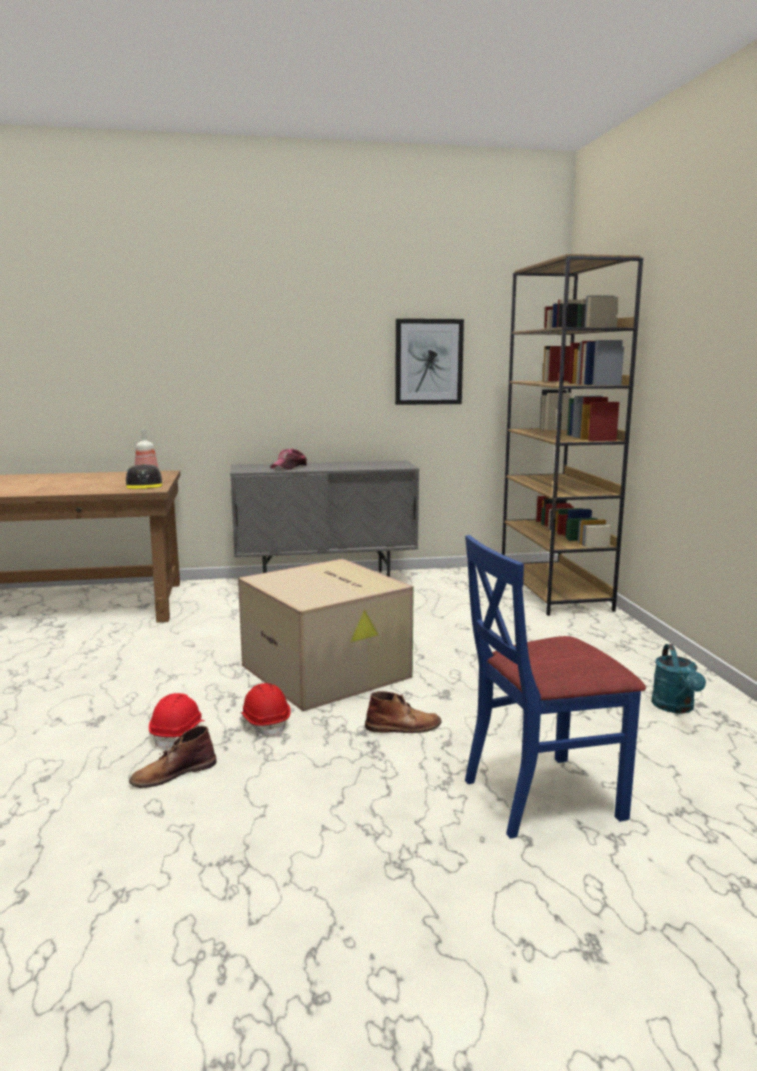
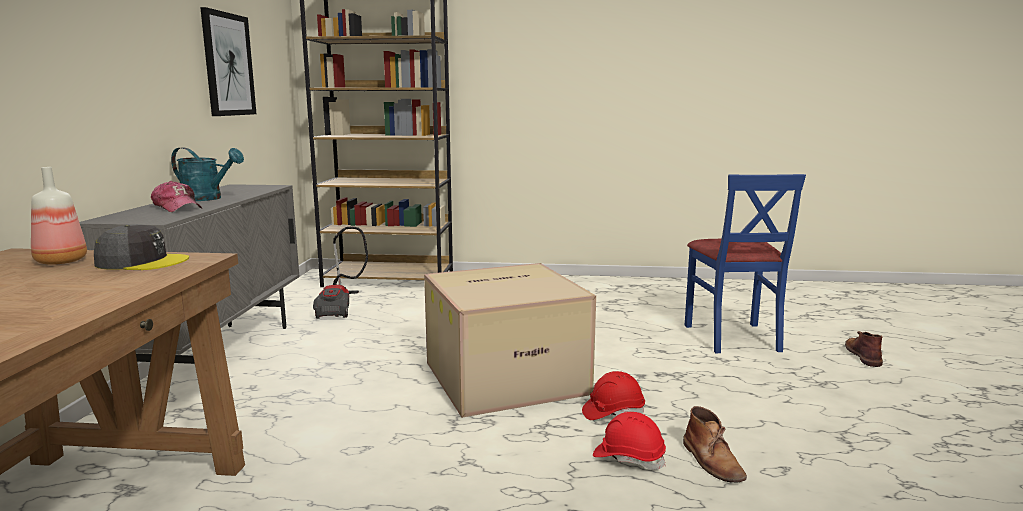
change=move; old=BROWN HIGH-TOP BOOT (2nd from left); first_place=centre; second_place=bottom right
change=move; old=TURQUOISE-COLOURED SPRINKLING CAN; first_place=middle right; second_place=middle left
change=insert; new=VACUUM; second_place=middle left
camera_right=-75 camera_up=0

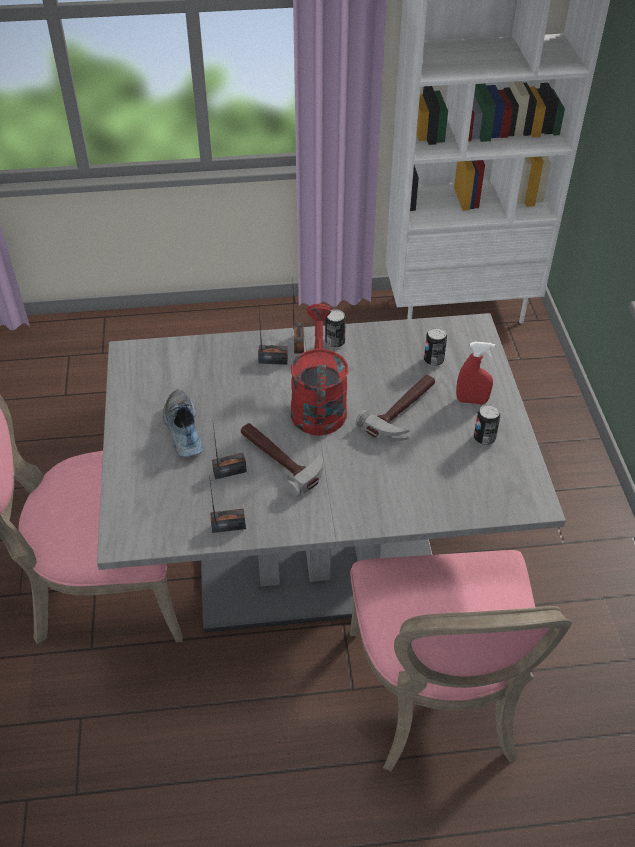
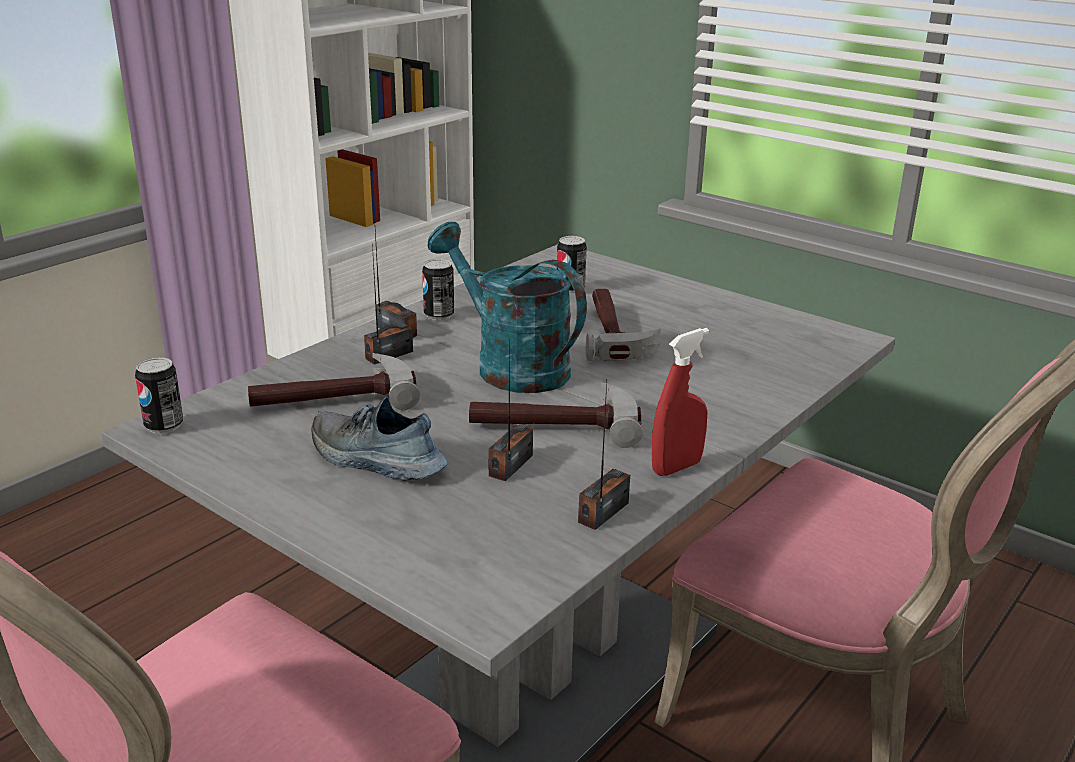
change=recolor; old=RED SPRINKLING CAN; new=TURQUOISE-COLOURED SPRINKLING CAN; first_place=centre; second_place=centre
change=move; old=RED SPRAY BOTTLE; first_place=middle right; second_place=centre
change=move; old=METAL CAN (3rd from left in the first image); new=METAL CAN (1st from left); first_place=middle right; second_place=middle left
change=insert; new=TOOL HAMMER (1st from left); second_place=middle left
camera_right=-45 camera_up=-20

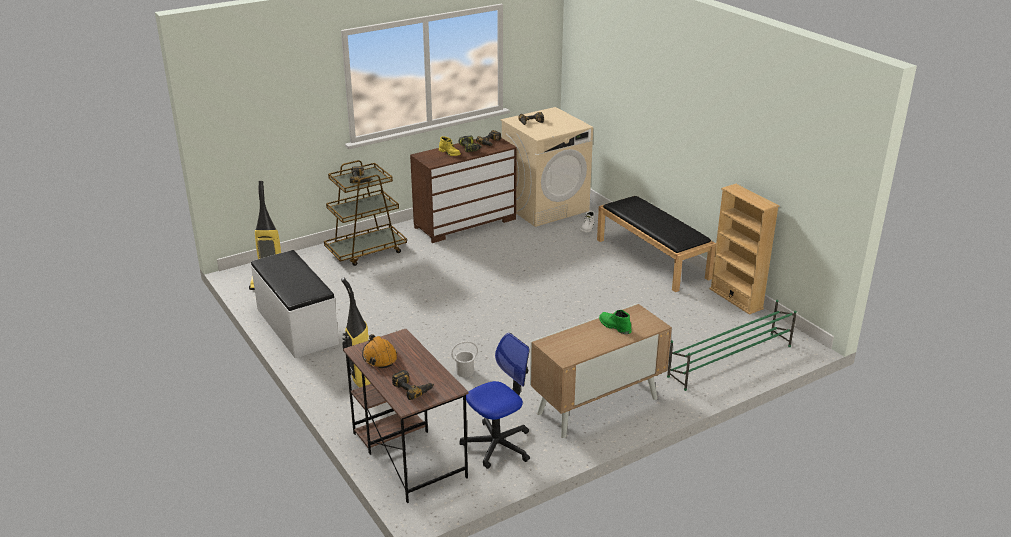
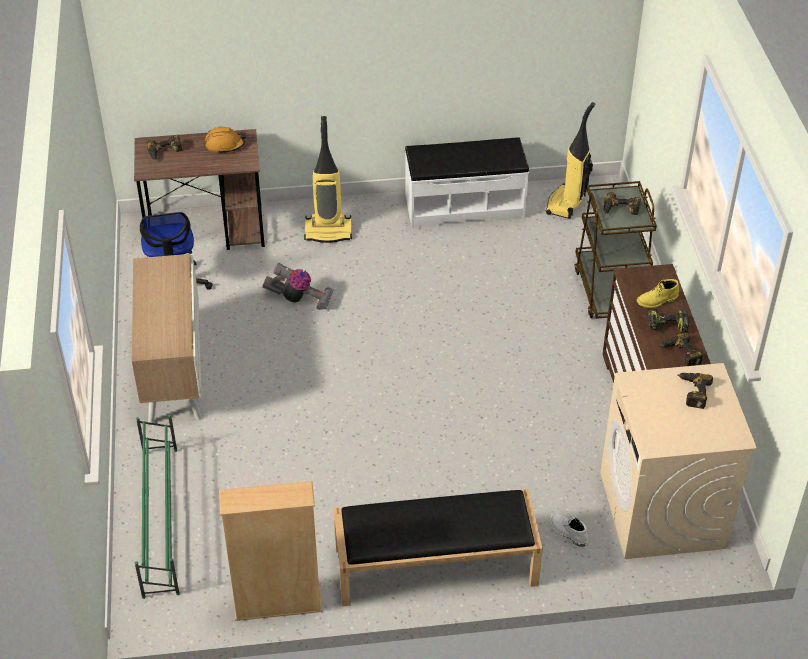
change=replace; old=WHITISH PAIL; new=VACUUM (1st from left); first_place=bottom centre; second_place=centre
change=delete; old=GREEN-COLOURED HIGH-TOP BOOT; first_place=centre
camera_right=115 camera_up=15

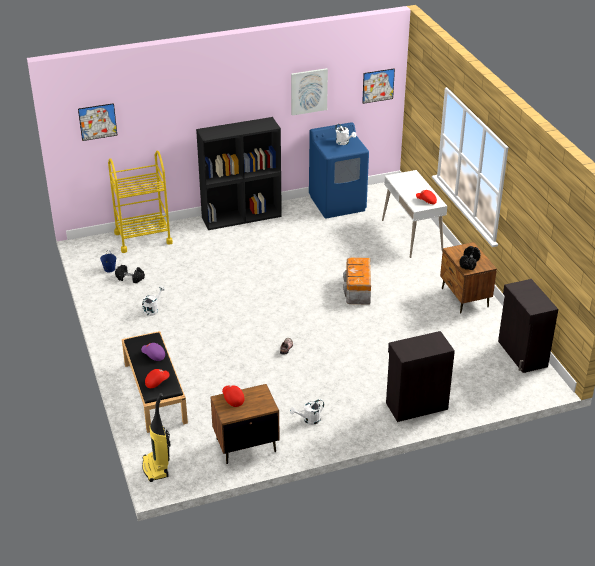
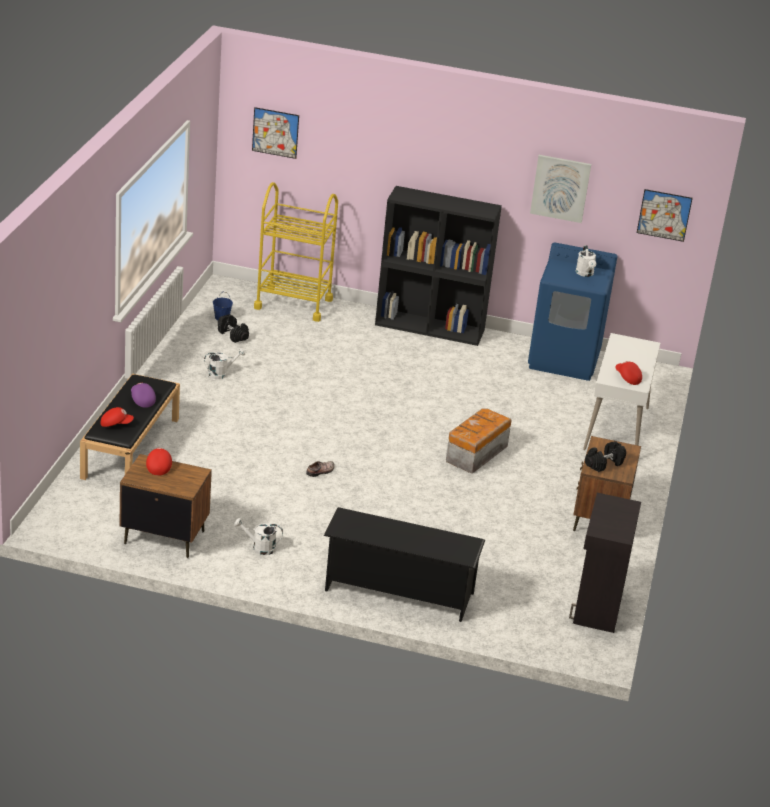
change=delete; old=VACUUM; first_place=bottom left
change=replace; old=BLACK CABINET (1st from left); new=BLACK SHOE STAND; first_place=middle right; second_place=bottom centre
camera_right=30 camera_up=-5

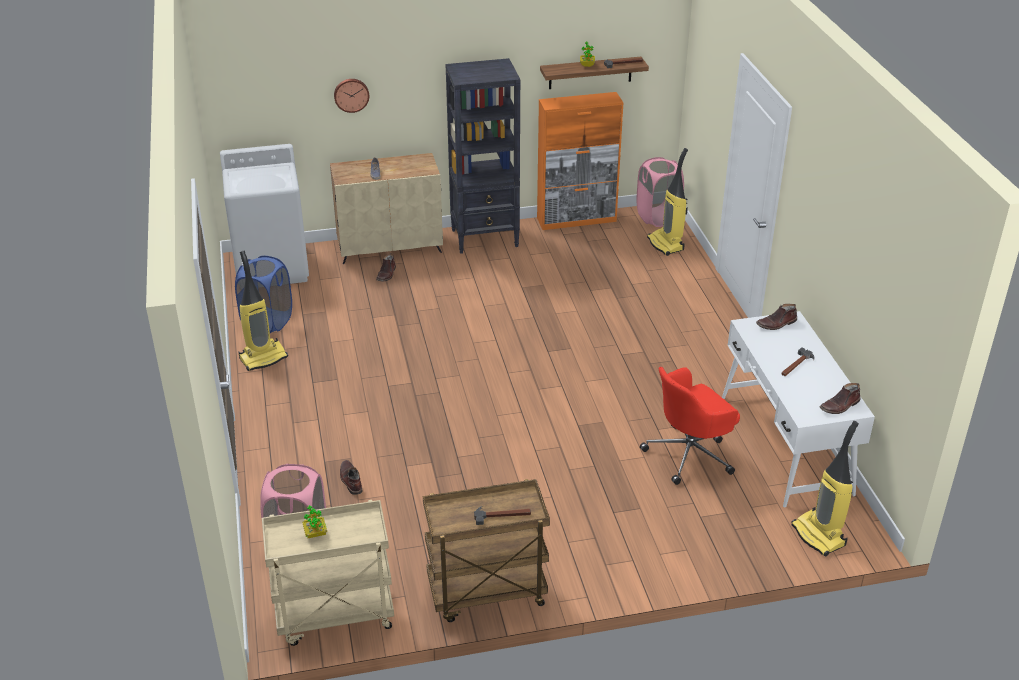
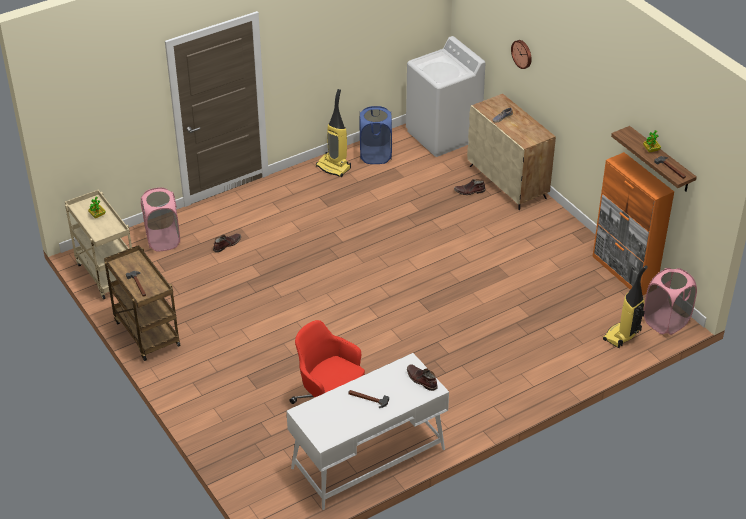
change=delete; old=BLACK BOOKSHELF; first_place=top centre
change=delete; old=VACUUM (3rd from left); first_place=bottom right
change=delete; old=BROWN HIGH-TOP BOOT (4th from left); first_place=middle right
camera_right=70 camera_up=5

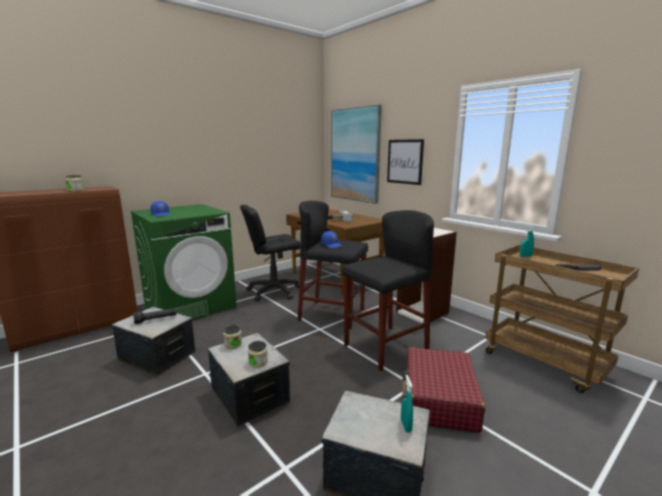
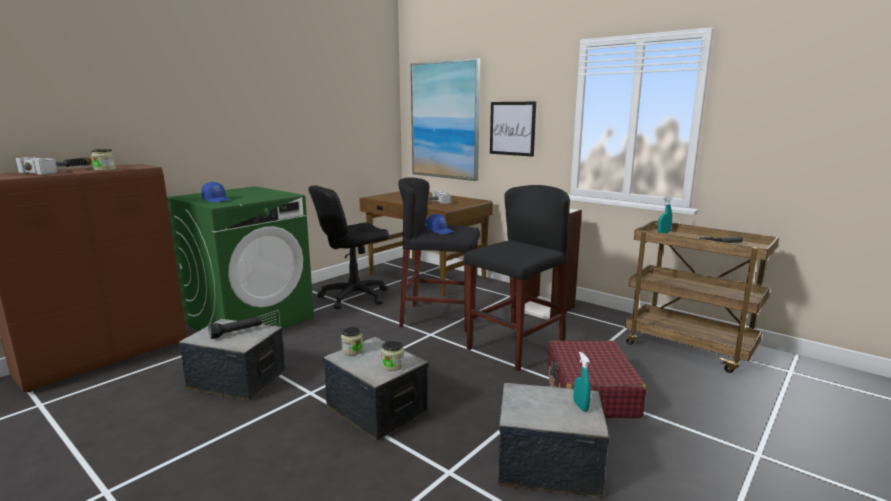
change=insert; new=TOOL HAMMER (1st from left); second_place=top left
camera_right=-10 camera_up=0

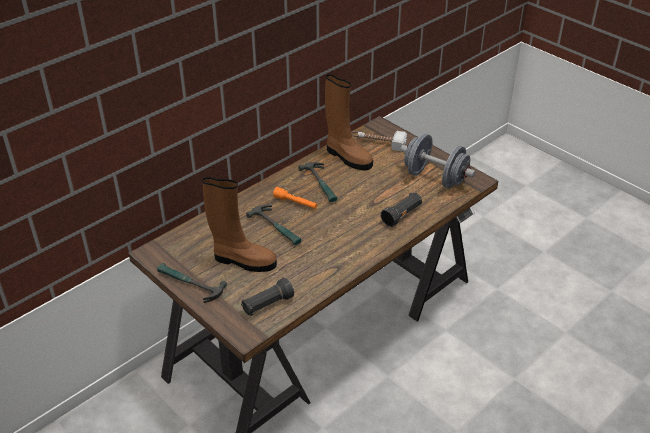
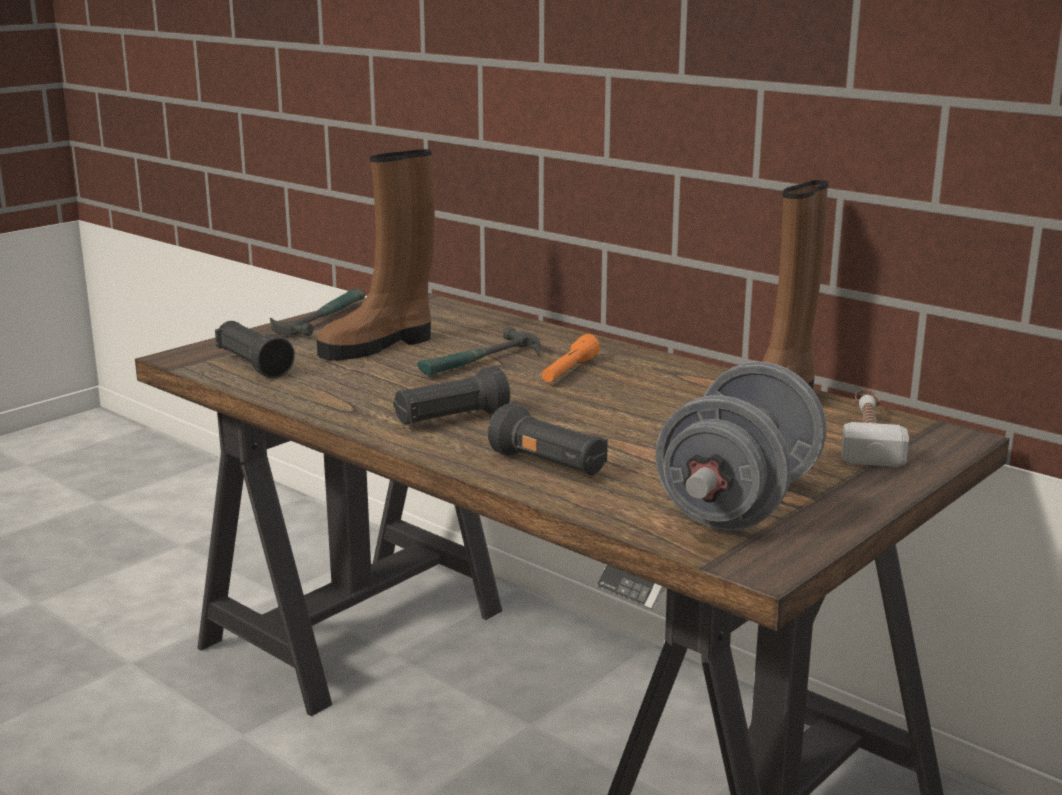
change=rotate; old=BROWN HIGH-TOP BOOT (1st from left); first_place=centre; second_place=top centre; degrees=45
change=delete; old=TOOL HAMMER (3rd from left); first_place=centre
change=insert; new=BLACK FLASHLIGHT (2nd from left); second_place=centre
camera_right=85 camera_up=-20

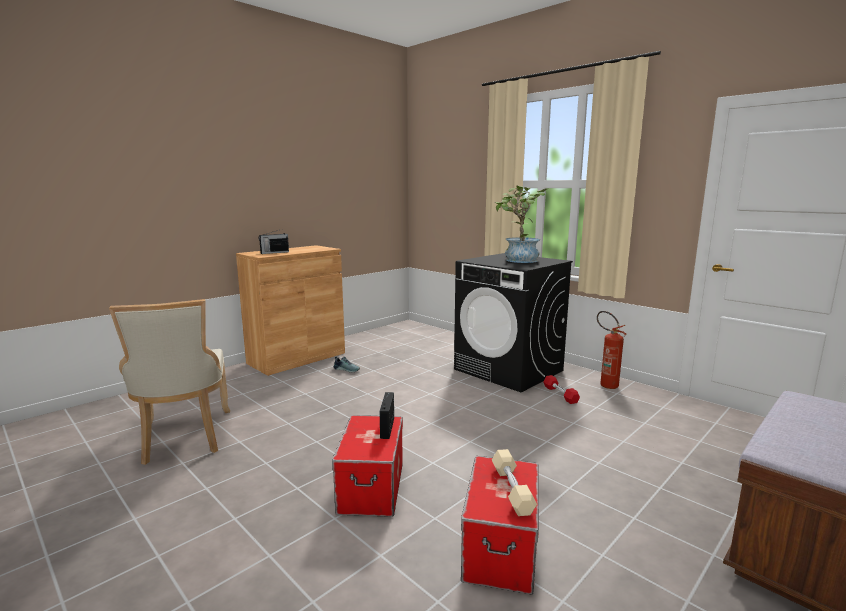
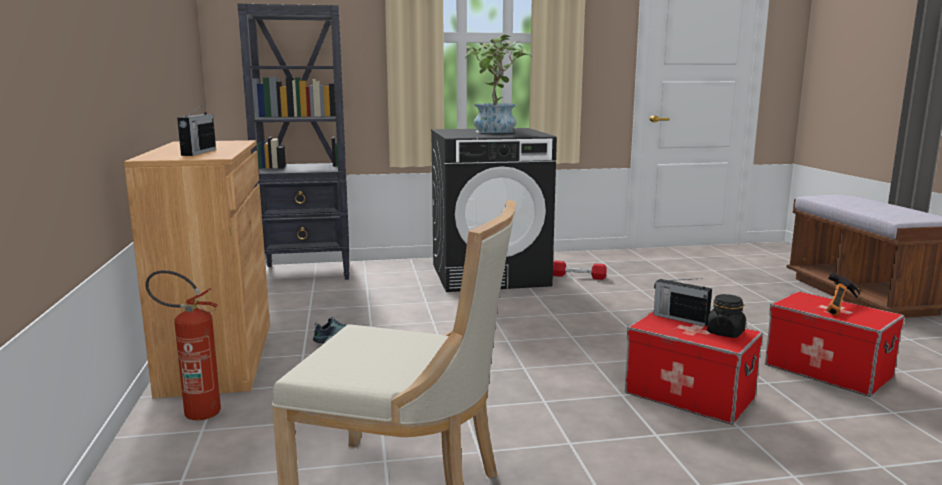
change=replace; old=SAND-COLOURED FREE WEIGHT; new=TOOL HAMMER; first_place=bottom centre; second_place=middle right
change=move; old=FIRE EXTINGUISHER; first_place=middle right; second_place=bottom left
change=insert; new=BLACK BOOKSHELF; second_place=top left
change=insert; new=BLACK PRESERVE JAR; second_place=middle right
camera_right=-55 camera_up=0

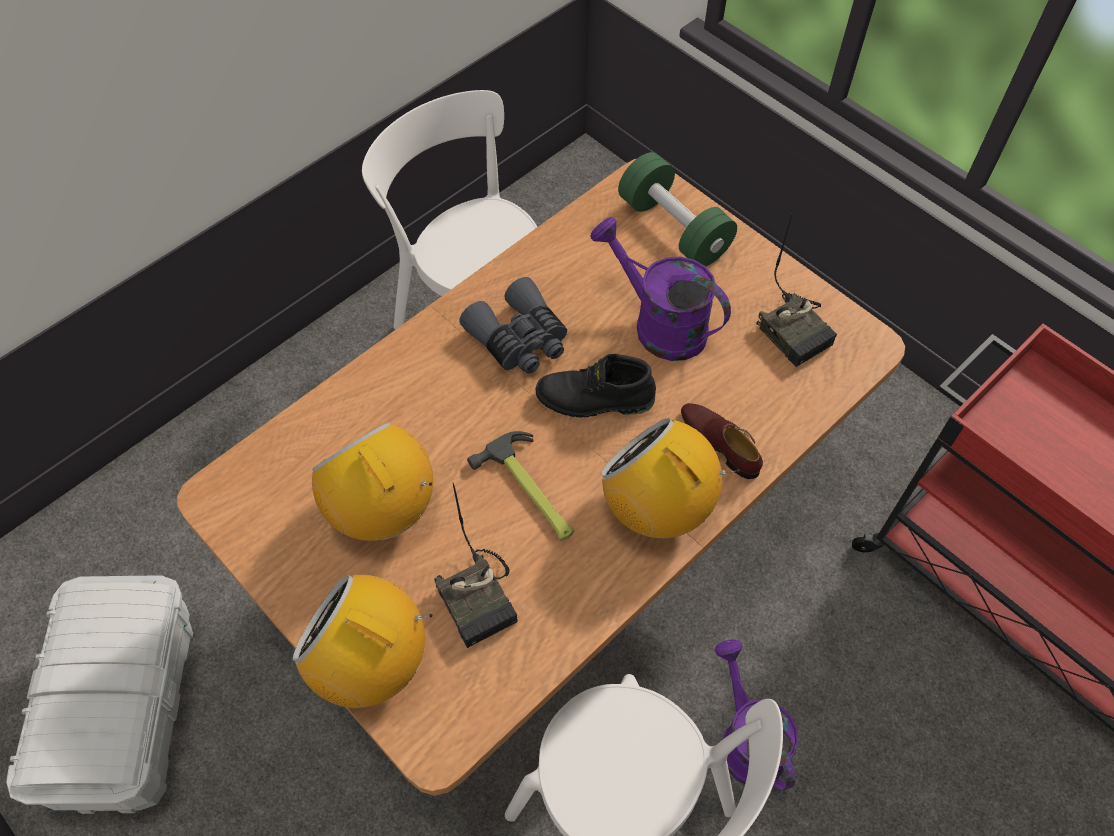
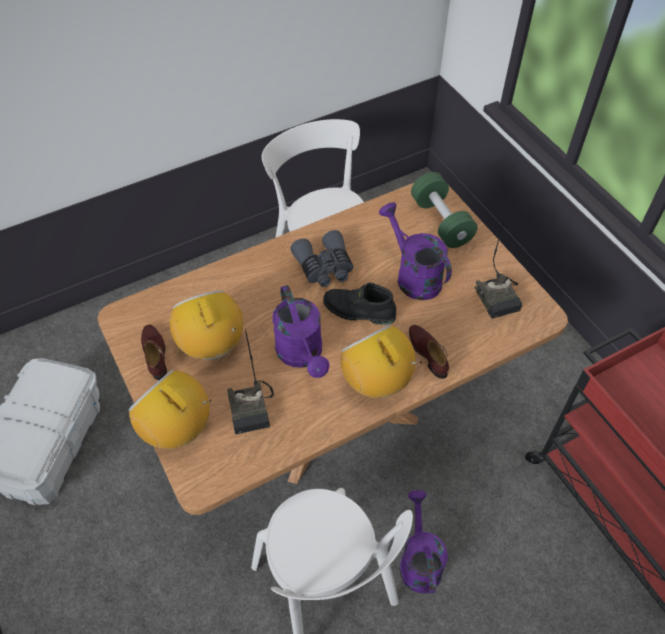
change=replace; old=TOOL HAMMER; new=PURPLE-COLOURED SPRINKLING CAN (1st from left); first_place=centre; second_place=centre
change=insert; new=BROWN LOW SHOE (1st from left); second_place=middle left
camera_right=15 camera_up=-5

